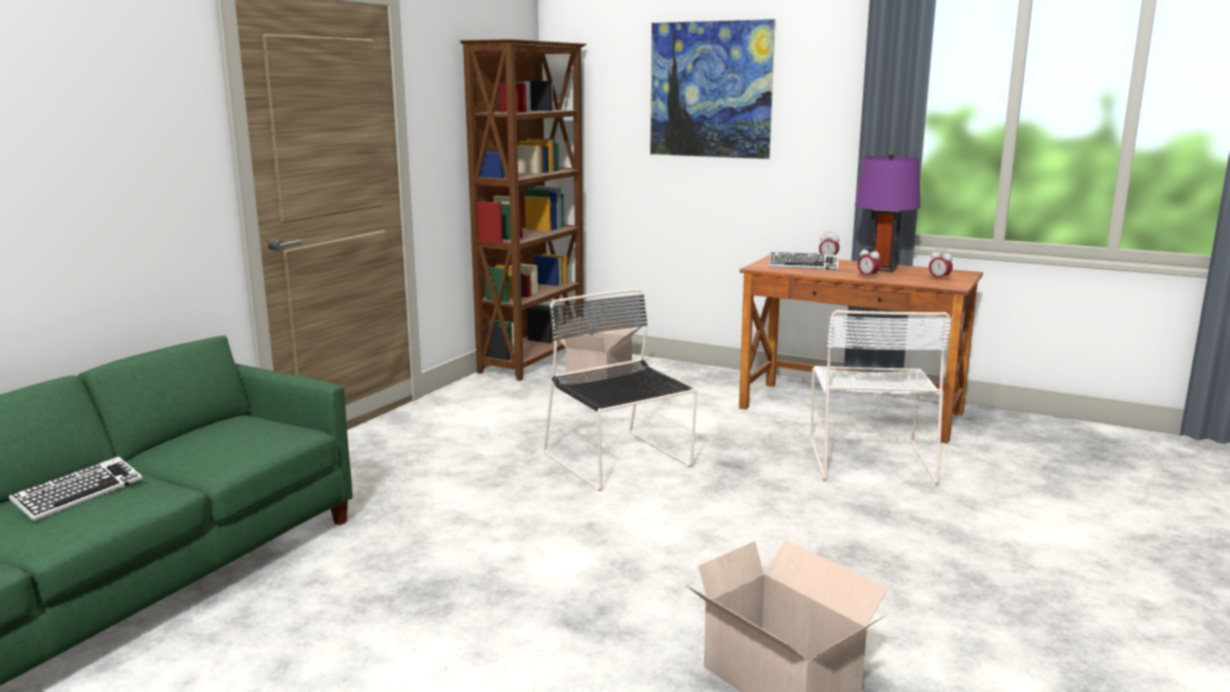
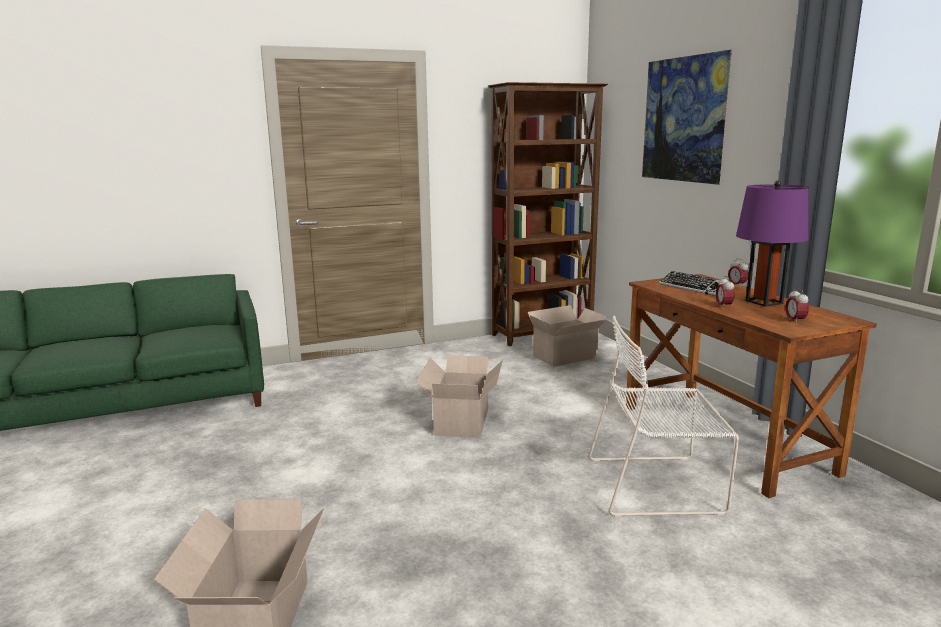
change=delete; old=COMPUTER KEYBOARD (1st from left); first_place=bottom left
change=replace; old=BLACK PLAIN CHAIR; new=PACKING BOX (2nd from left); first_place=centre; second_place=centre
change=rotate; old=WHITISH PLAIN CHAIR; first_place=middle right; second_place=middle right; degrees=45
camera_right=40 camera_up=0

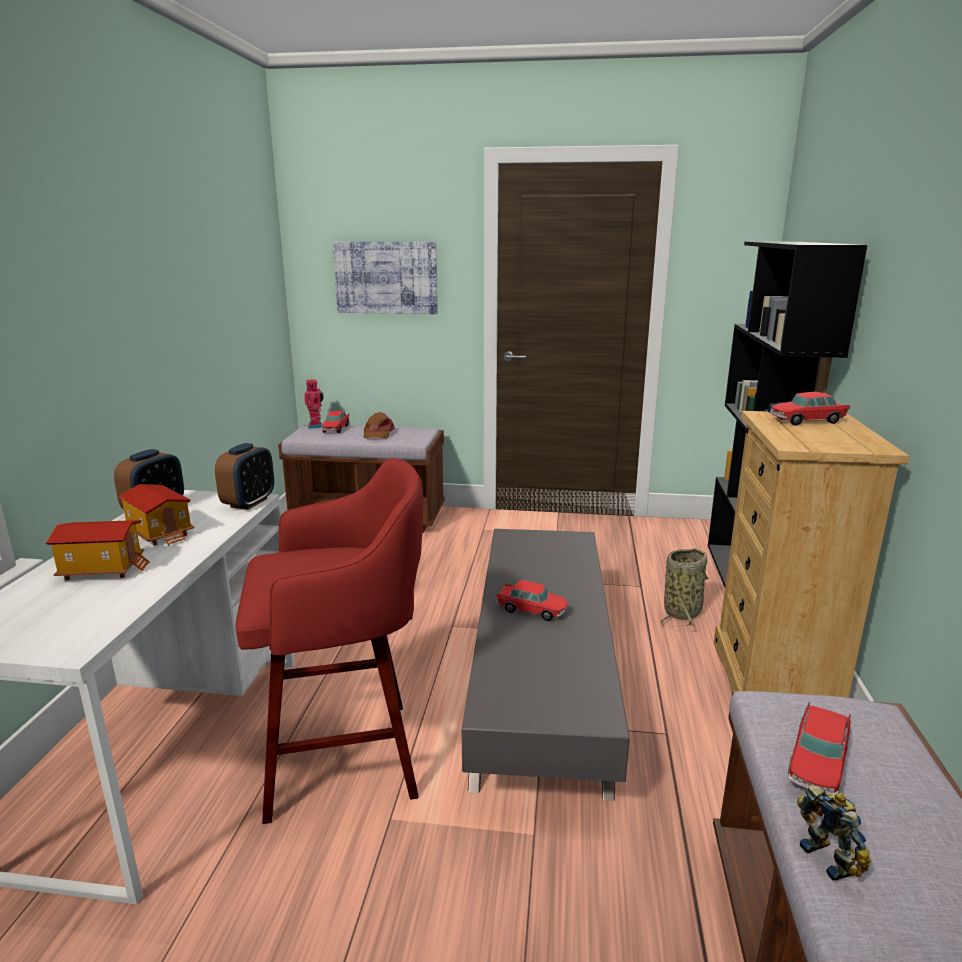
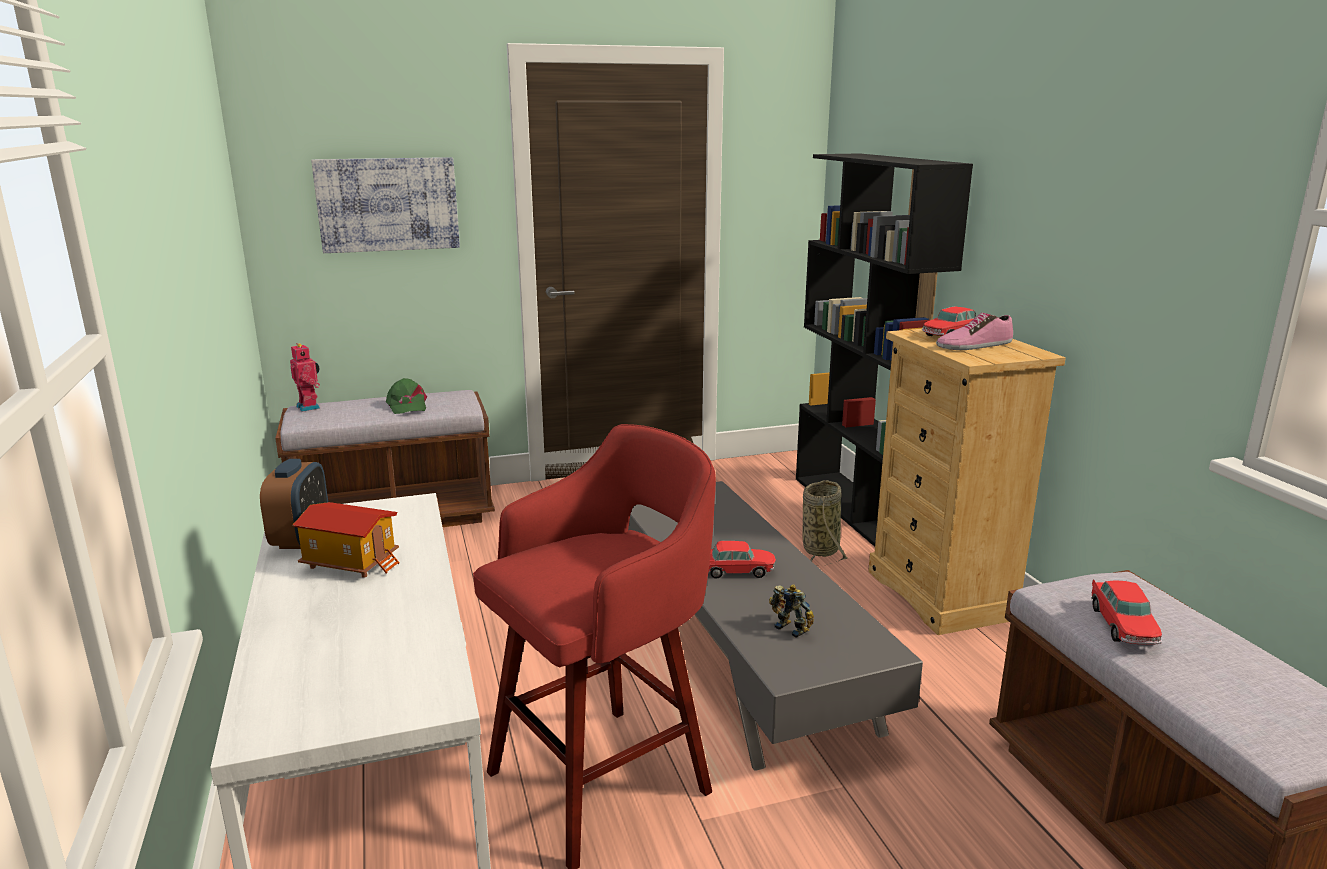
change=delete; old=MINIATURE HOUSE (1st from left); first_place=middle left
change=delete; old=ALARM CLOCK (2nd from left); first_place=middle left
change=delete; old=TOY CAR (1st from left); first_place=centre
change=recolor; old=BROWN CAP; new=GREEN-COLOURED CAP; first_place=centre; second_place=middle left
change=move; old=TOY ROBOT (2nd from left); first_place=bottom right; second_place=bottom centre
change=insert; new=LOW SHOE; second_place=middle right
camera_right=-25 camera_up=0

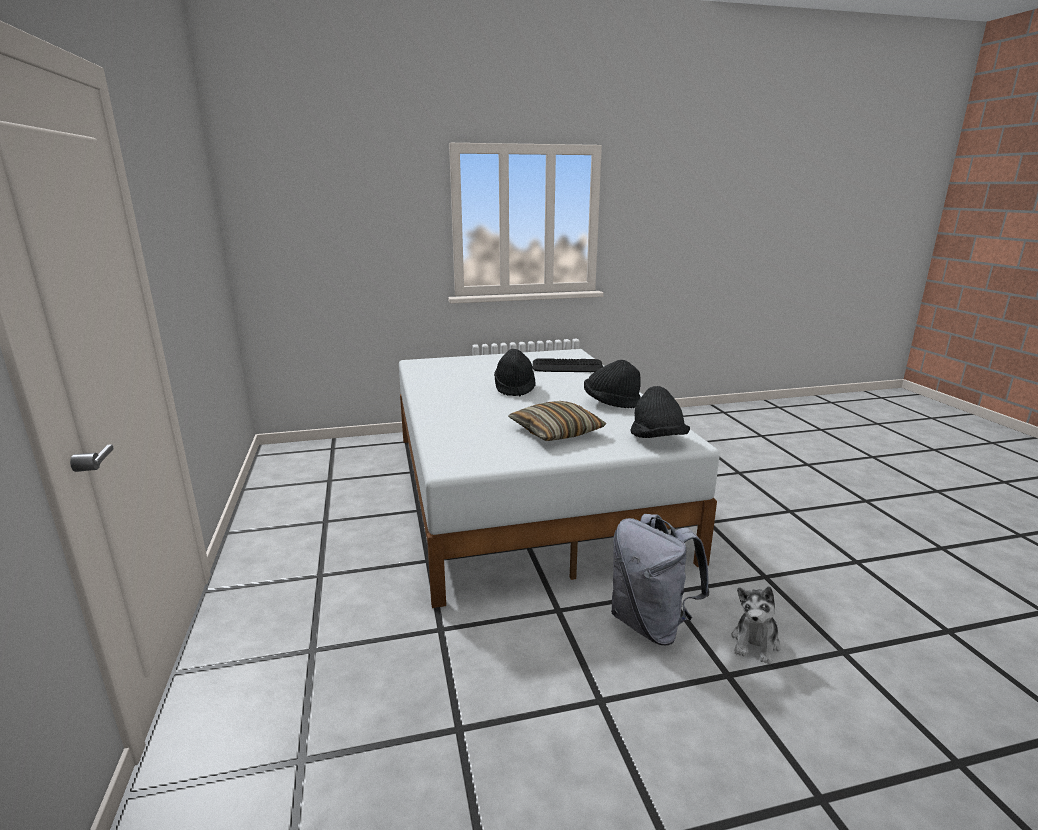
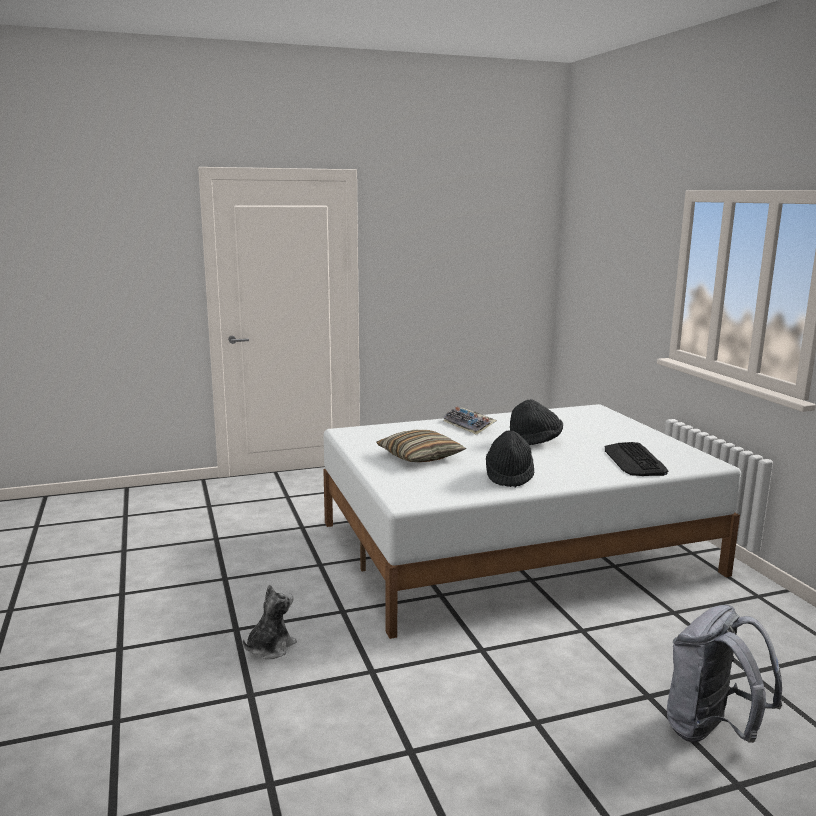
change=move; old=GREY KNAPSACK; first_place=bottom centre; second_place=bottom right
change=delete; old=BLACK CLOTHING HAT (3rd from left); first_place=centre
change=rotate; old=CUDDLY TOY; first_place=bottom right; second_place=bottom left; degrees=105
change=insert; new=COMPUTER KEYBOARD (1st from left); second_place=centre
camera_right=85 camera_up=-5

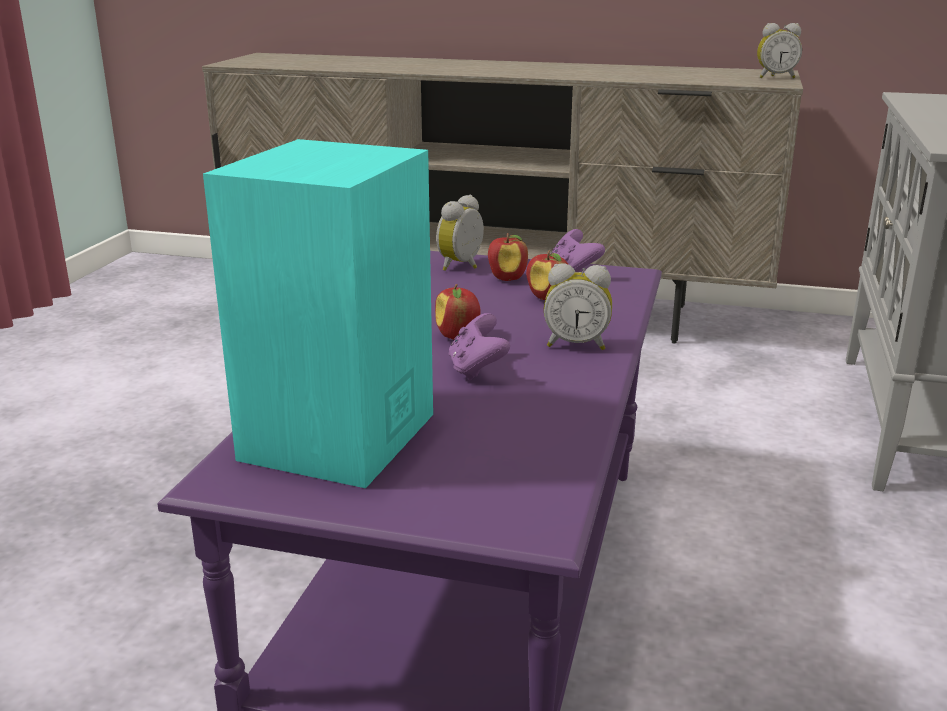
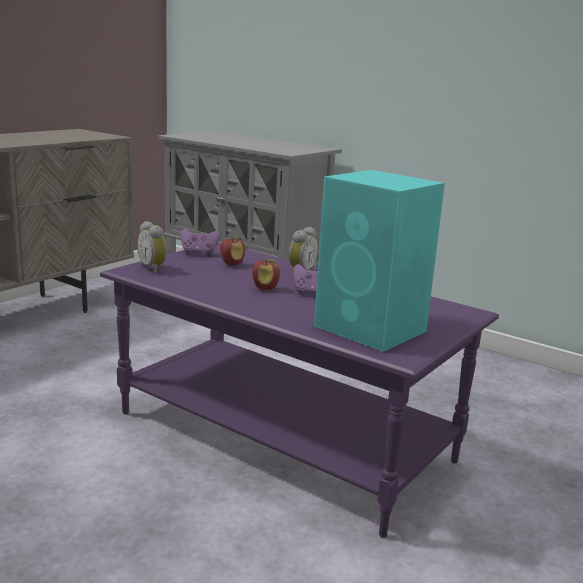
change=delete; old=APPLE FRUIT (2nd from left); first_place=centre
change=delete; old=ALARM CLOCK (3rd from left); first_place=top right
camera_right=-70 camera_up=-5

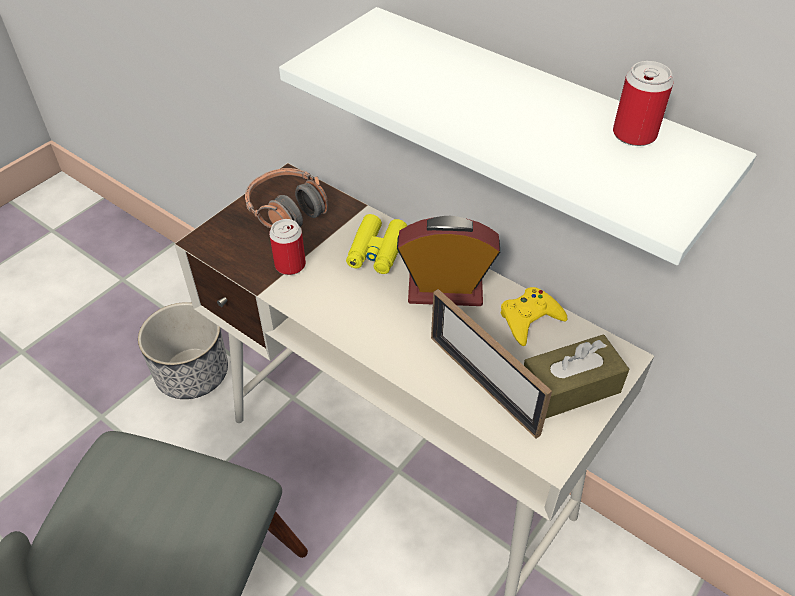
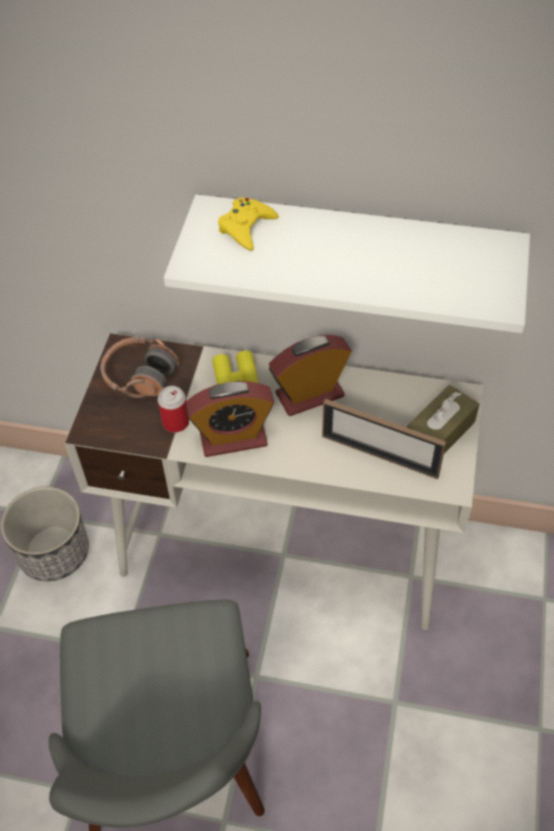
change=move; old=YELLOWISH GAME CONTROLLER; first_place=middle right; second_place=top centre
change=delete; old=METAL CAN (2nd from left); first_place=top right
change=insert; new=ALARM CLOCK (1st from left); second_place=centre
camera_right=-25 camera_up=5

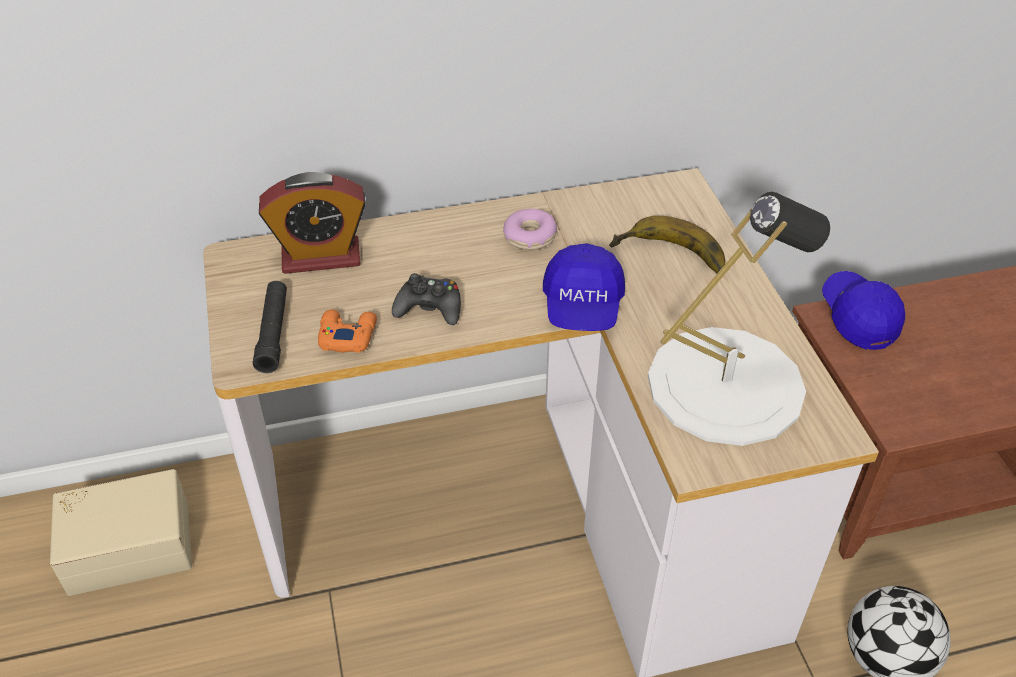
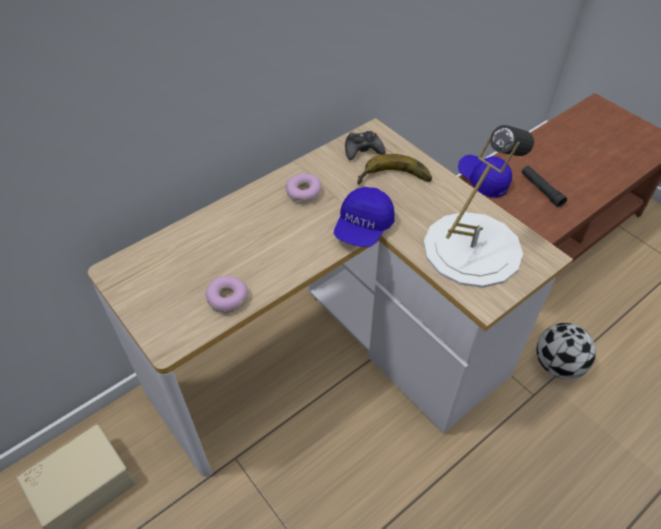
change=move; old=BLACK FLASHLIGHT; first_place=middle left; second_place=middle right
change=delete; old=ALARM CLOCK; first_place=top left
change=replace; old=ORANGEY GAME CONTROLLER; new=RING DOUGHNUT (1st from left); first_place=centre; second_place=centre
change=move; old=BLACK GAME CONTROLLER; first_place=centre; second_place=top centre
change=rotate; old=BLUE-COLOURED CAP (1st from left); first_place=centre; second_place=centre; degrees=45
camera_right=-25 camera_up=5

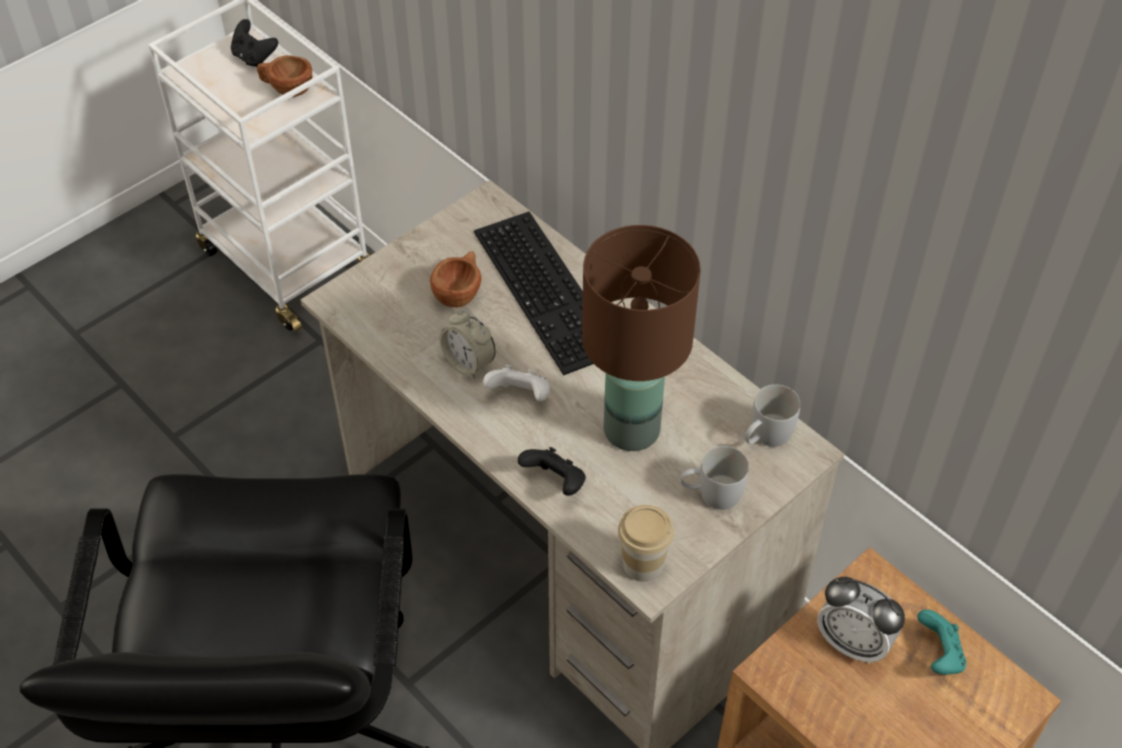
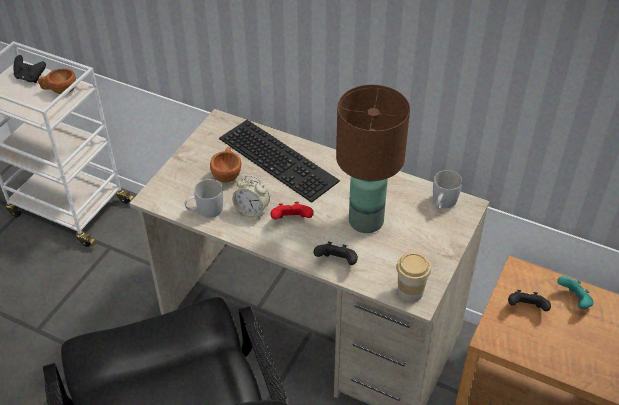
change=recolor; old=WHITISH GAME CONTROLLER; new=RED GAME CONTROLLER; first_place=centre; second_place=centre
change=move; old=WHITISH MUG (1st from left); first_place=centre; second_place=middle left
change=replace; old=ALARM CLOCK (2nd from left); new=BLACK GAME CONTROLLER (3rd from left); first_place=bottom right; second_place=bottom right
camera_right=-20 camera_up=-5

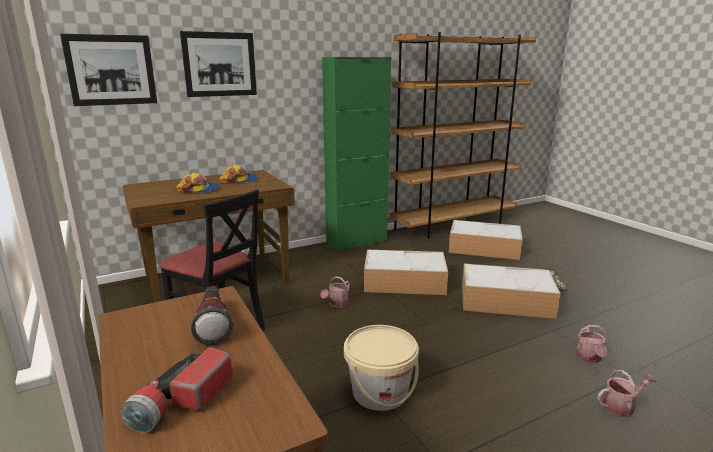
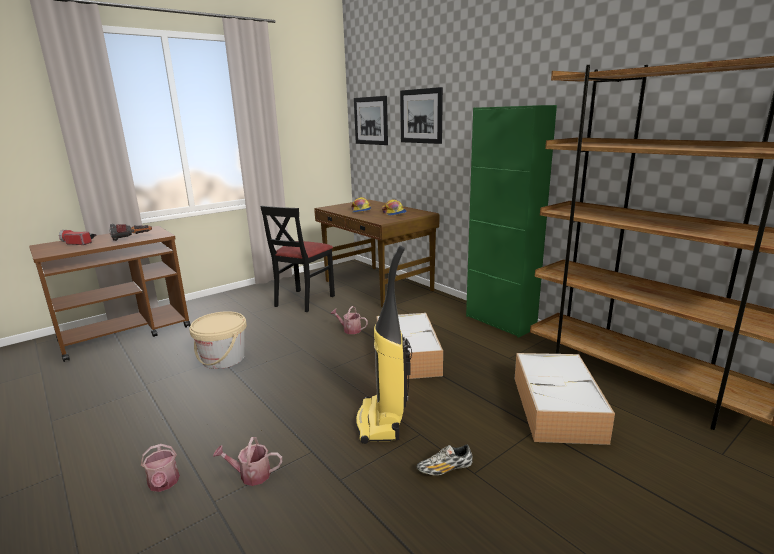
change=replace; old=STORAGE BOX (3rd from left); new=VACUUM; first_place=middle right; second_place=centre
camera_right=80 camera_up=0

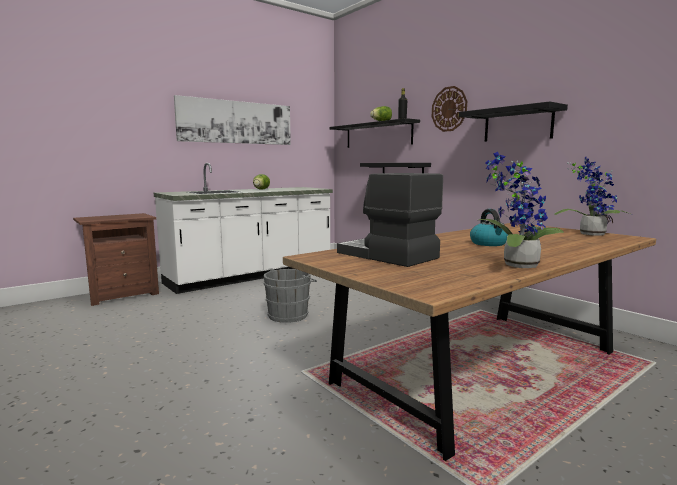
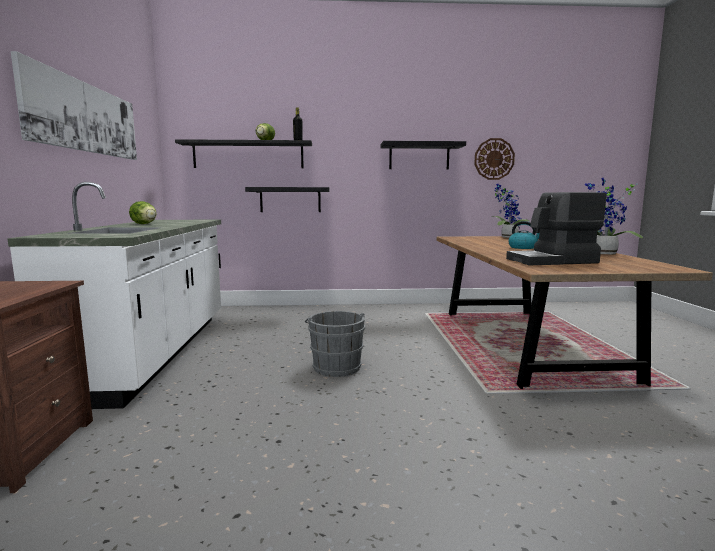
change=move; old=WALL CLOCK; first_place=top centre; second_place=top right
camera_right=-55 camera_up=0

